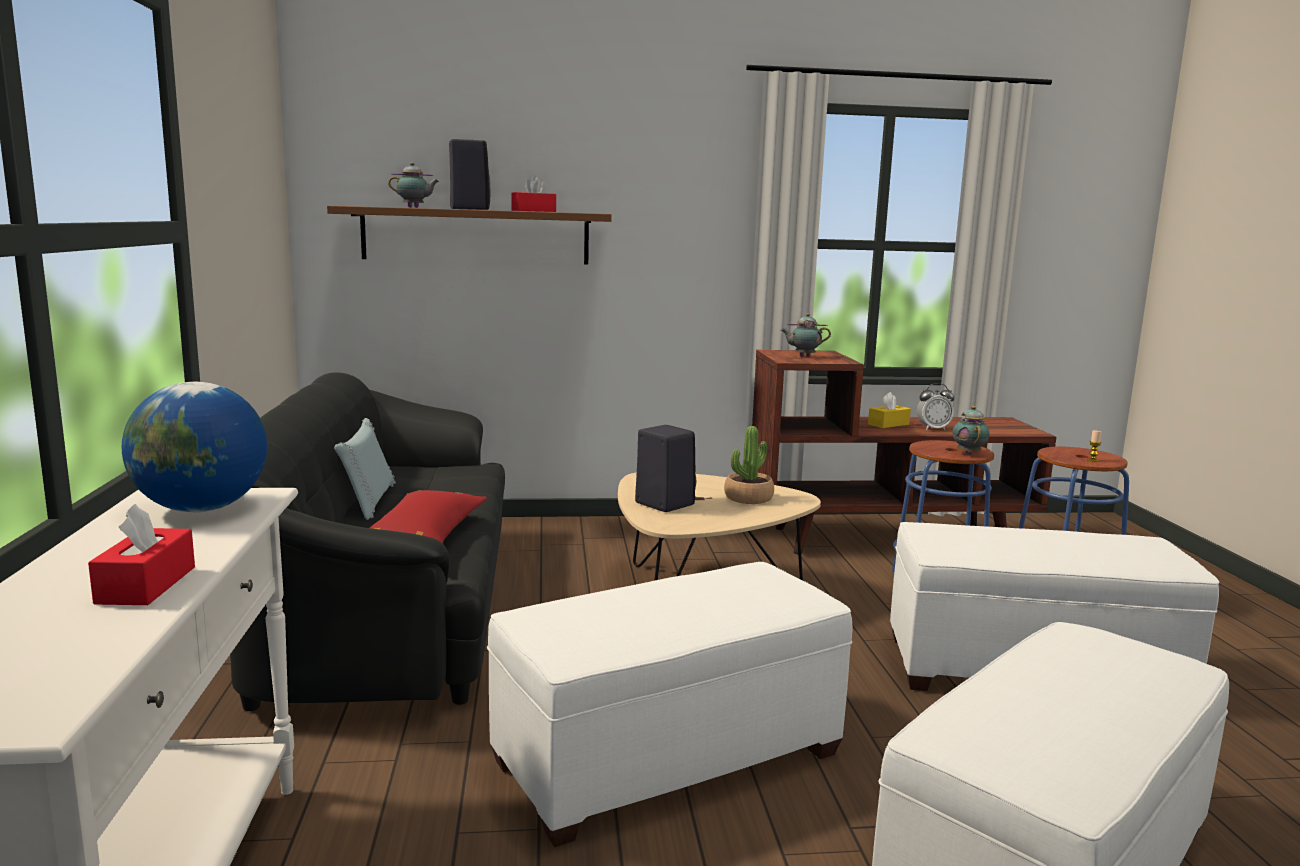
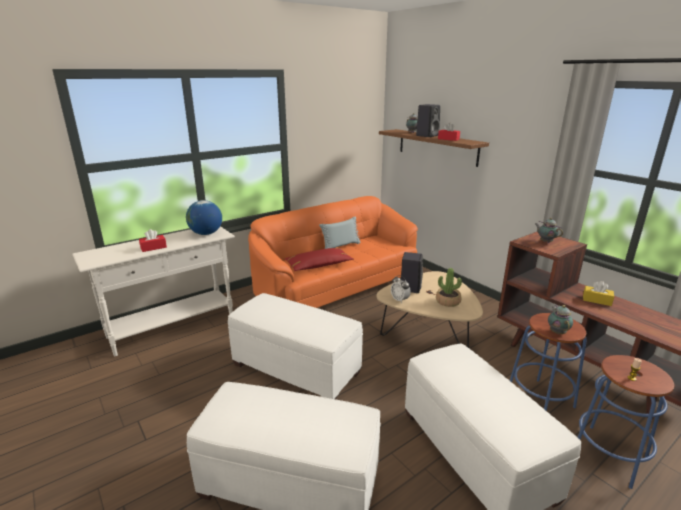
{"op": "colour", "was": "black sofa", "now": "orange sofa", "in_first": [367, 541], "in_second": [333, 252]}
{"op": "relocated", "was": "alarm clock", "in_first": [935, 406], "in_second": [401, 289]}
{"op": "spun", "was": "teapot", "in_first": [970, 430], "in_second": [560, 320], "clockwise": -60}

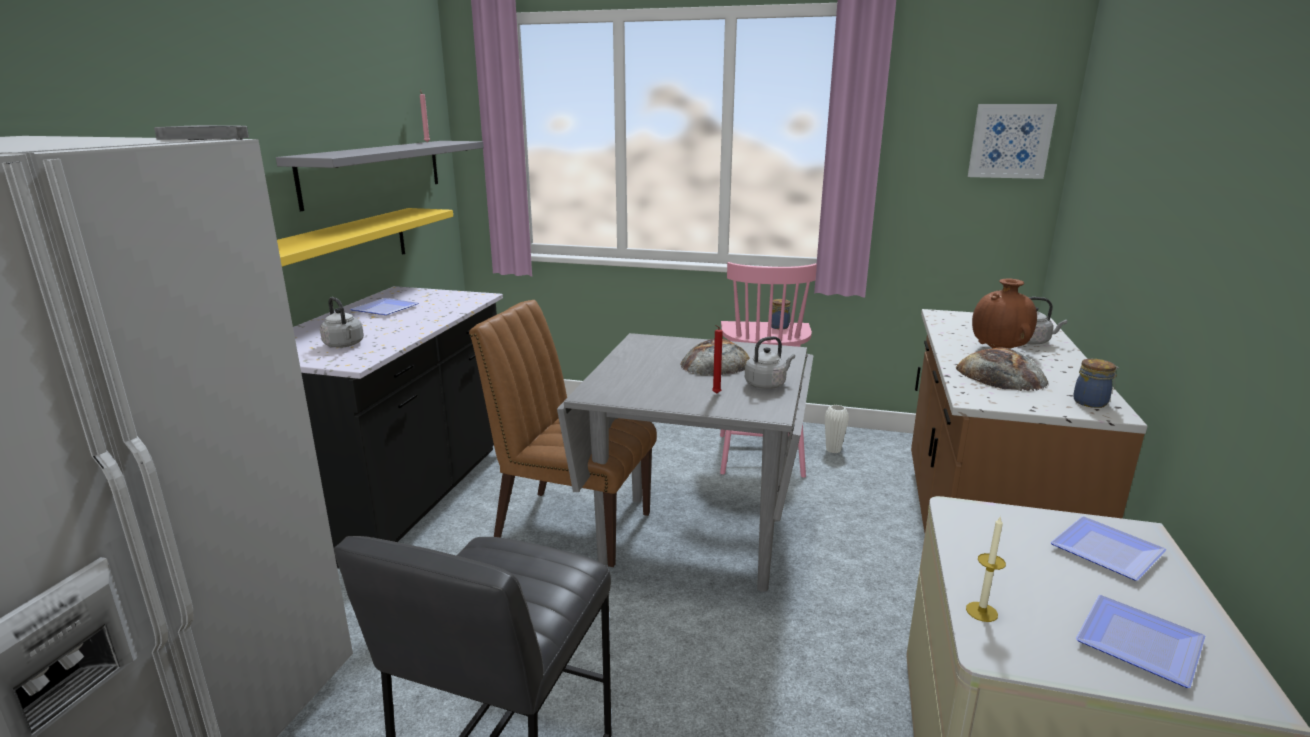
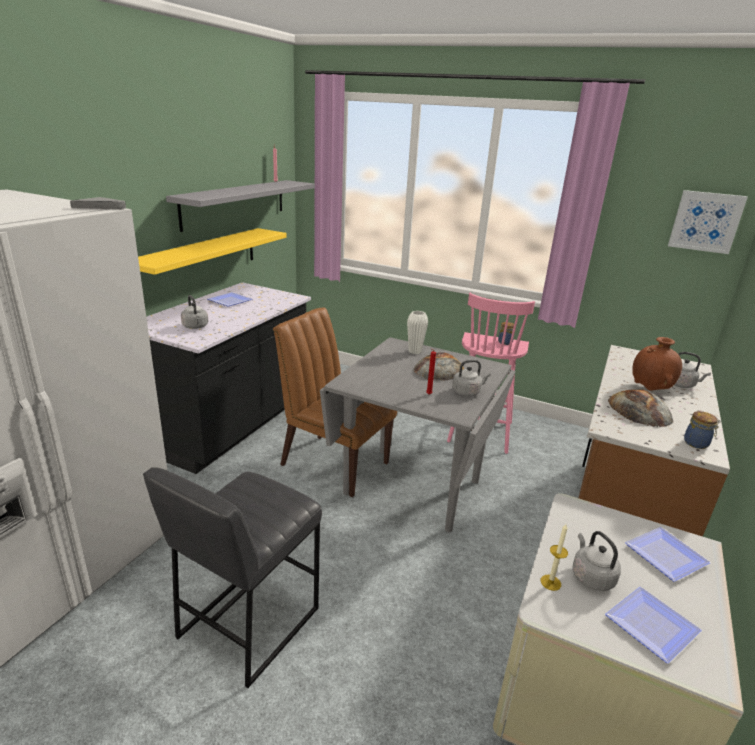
{"op": "relocated", "was": "white vase", "in_first": [837, 429], "in_second": [417, 332]}
{"op": "appeared", "now": "grey kettle", "in_second": [596, 561]}

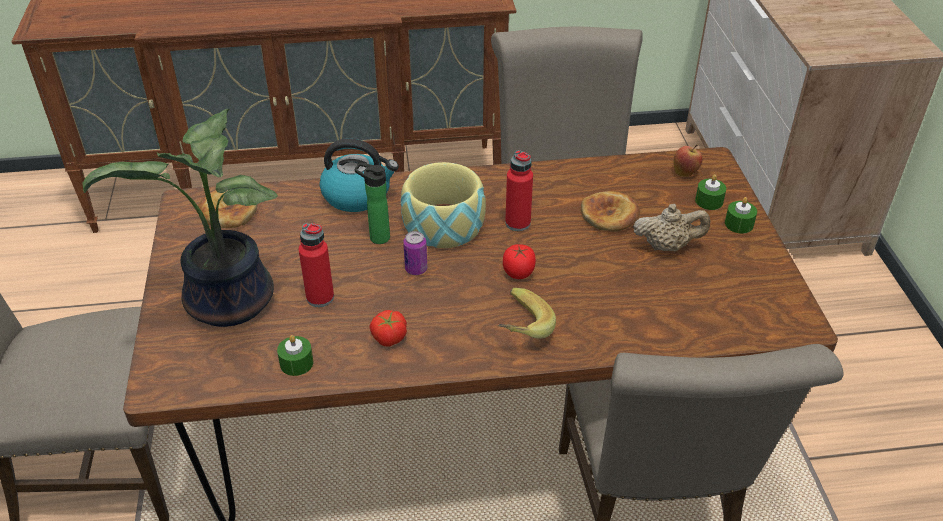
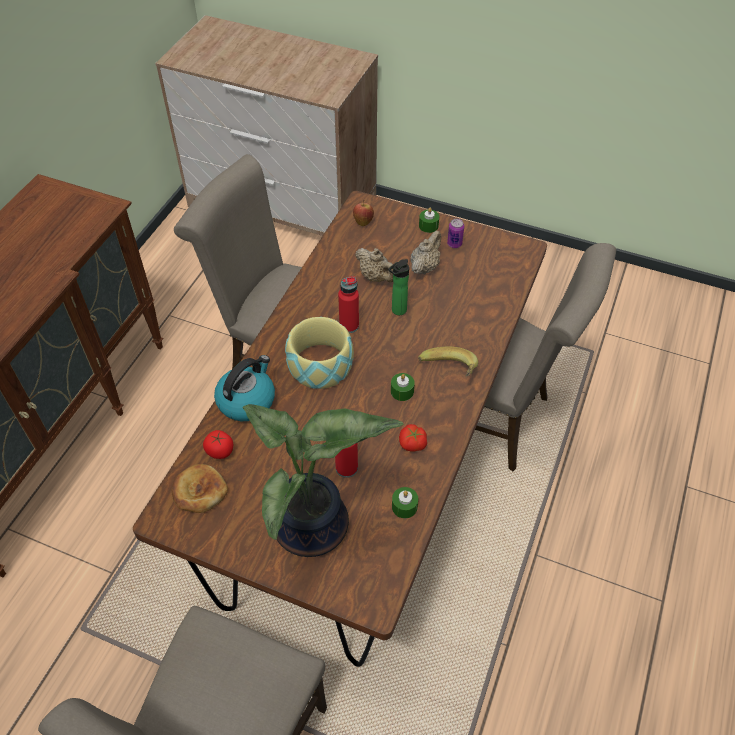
{"op": "relocated", "was": "bottle", "in_first": [372, 203], "in_second": [398, 287]}
{"op": "relocated", "was": "can", "in_first": [415, 253], "in_second": [455, 233]}
{"op": "relocated", "was": "tomato", "in_first": [519, 261], "in_second": [218, 444]}
{"op": "exchanged", "was": "bread", "now": "beige teapot", "in_first": [610, 211], "in_second": [374, 265]}
{"op": "relocated", "was": "green candle", "in_first": [710, 192], "in_second": [403, 387]}

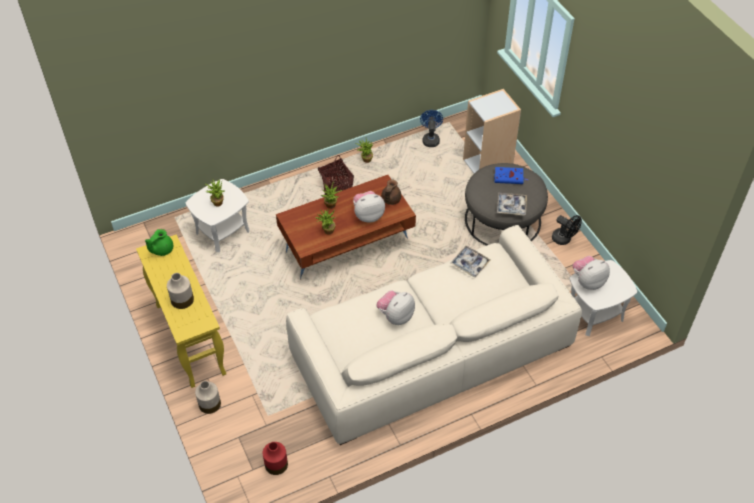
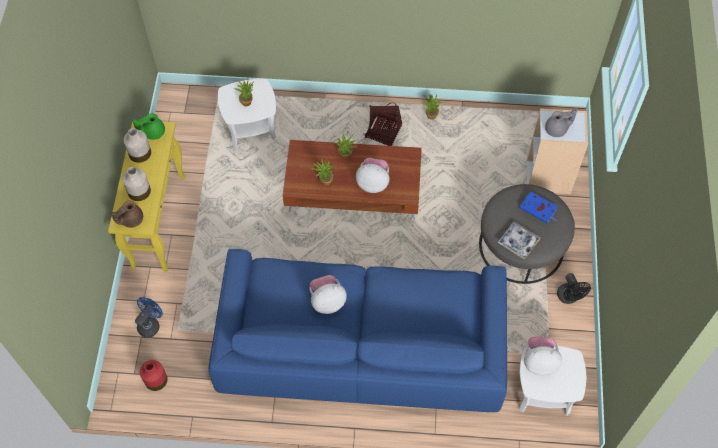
{"op": "relocated", "was": "beige vase", "in_first": [208, 397], "in_second": [137, 145]}
{"op": "colour", "was": "white sofa", "now": "blue sofa", "in_first": [434, 335], "in_second": [357, 330]}
{"op": "relocated", "was": "brown teapot", "in_first": [391, 192], "in_second": [127, 214]}
{"op": "relocated", "was": "blue fan", "in_first": [431, 128], "in_second": [149, 317]}
{"op": "missing", "was": "tray", "in_first": [470, 261]}
{"op": "appeared", "now": "grey teapot", "in_second": [561, 122]}

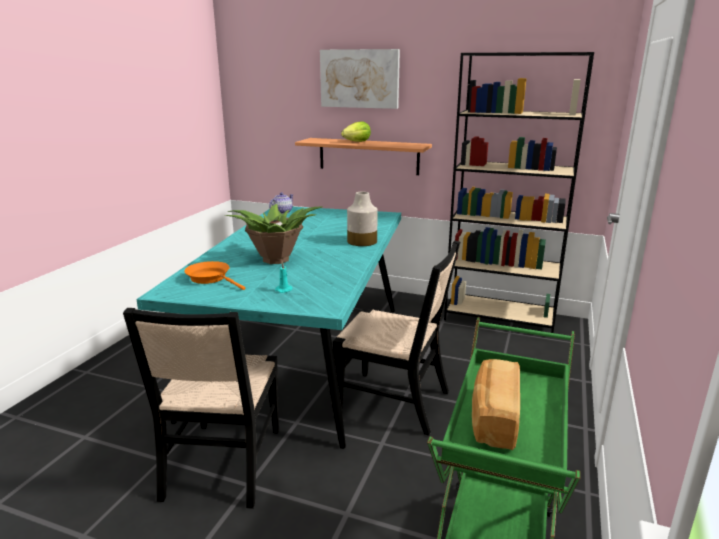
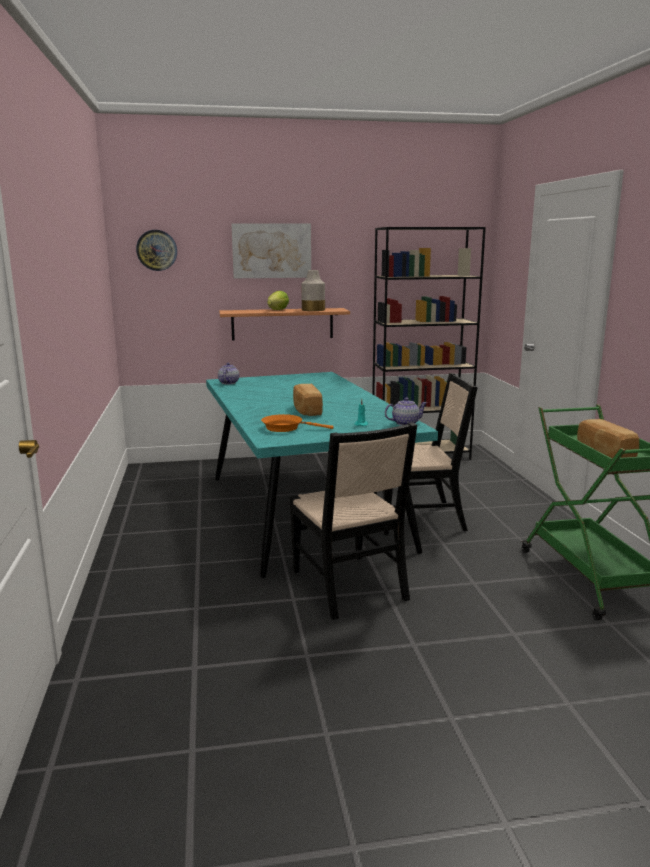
{"op": "exchanged", "was": "potted plant", "now": "bread", "in_first": [274, 234], "in_second": [308, 399]}
{"op": "relocated", "was": "beige vase", "in_first": [362, 219], "in_second": [313, 290]}
{"op": "appeared", "now": "wall clock", "in_second": [156, 250]}
{"op": "appeared", "now": "teapot", "in_second": [406, 411]}

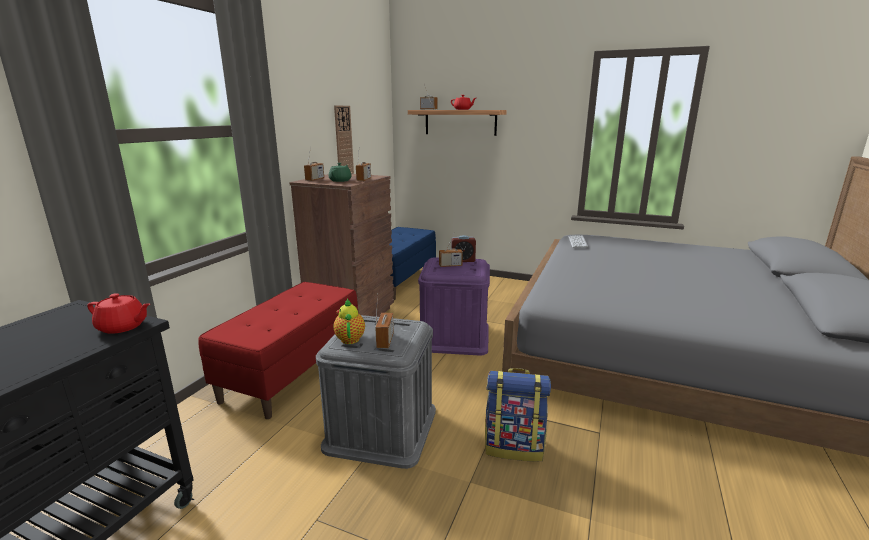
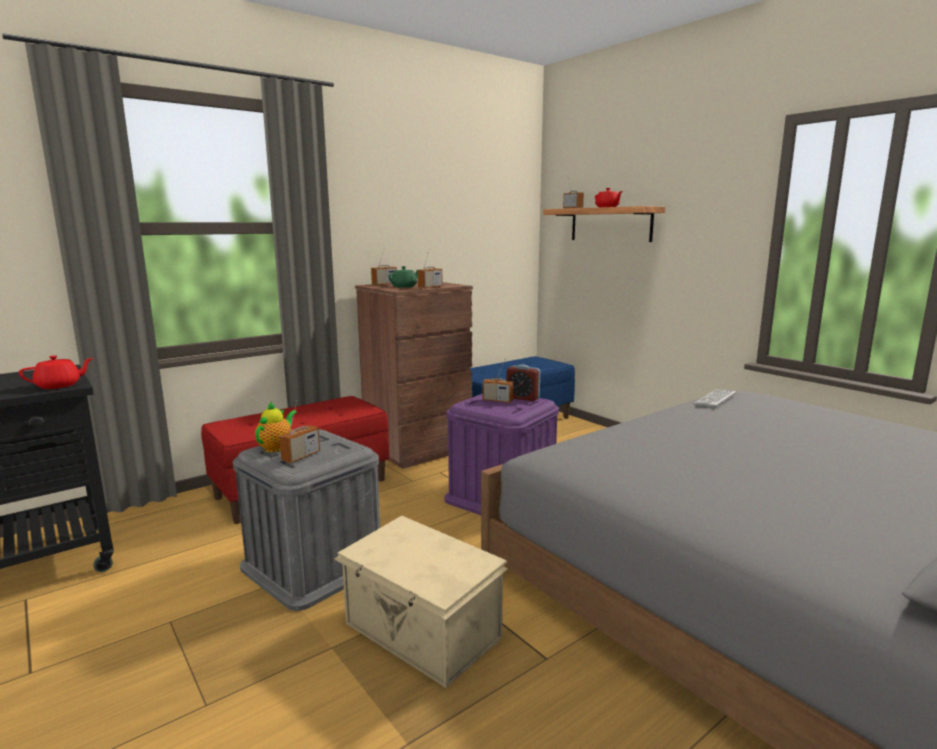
{"op": "spun", "was": "red teapot", "in_first": [118, 313], "in_second": [56, 372], "clockwise": -75}
{"op": "missing", "was": "wall clock", "in_first": [344, 140]}
{"op": "exchanged", "was": "backpack", "now": "beige storage box", "in_first": [518, 414], "in_second": [421, 602]}

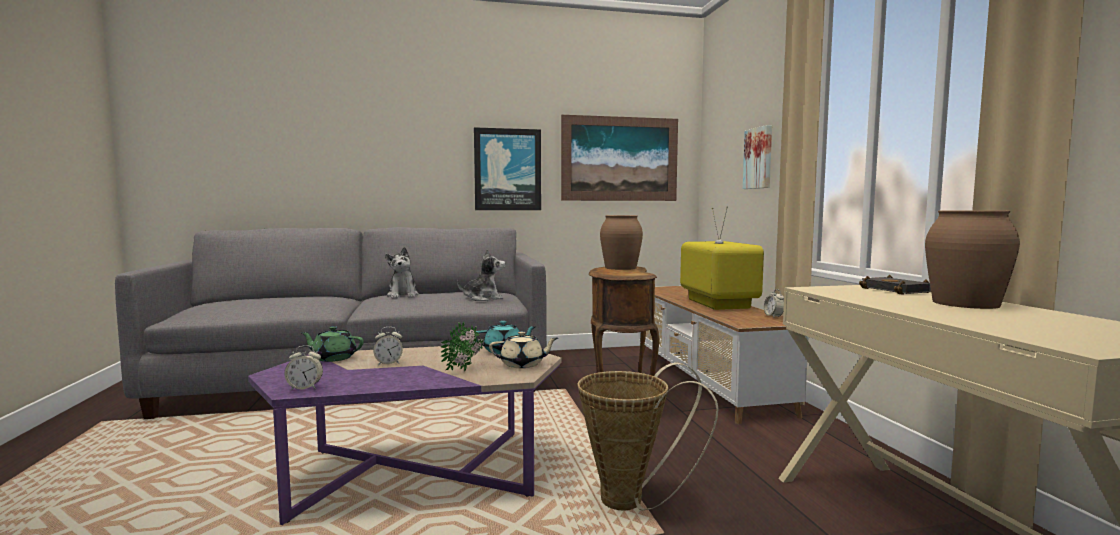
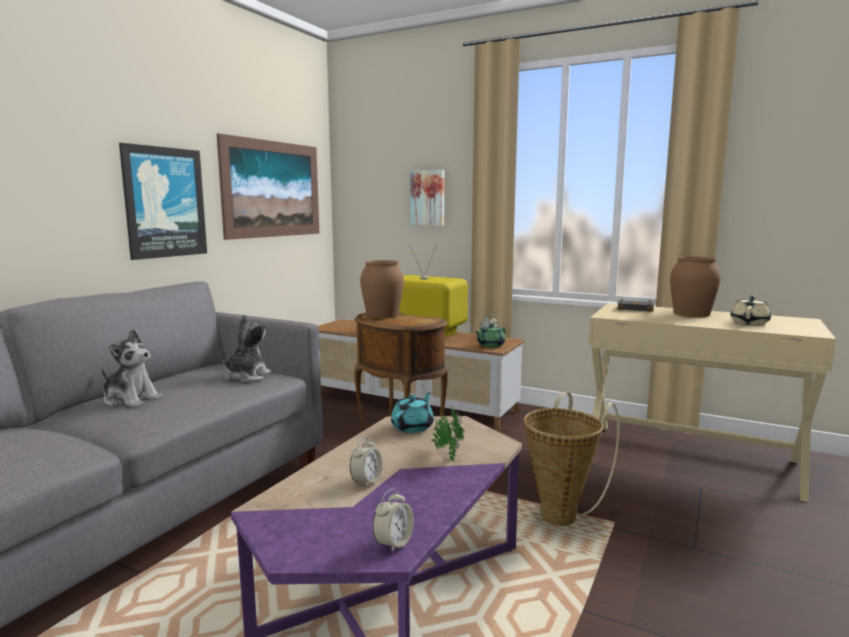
{"op": "relocated", "was": "green teapot", "in_first": [332, 344], "in_second": [490, 335]}
{"op": "relocated", "was": "beige teapot", "in_first": [523, 349], "in_second": [751, 310]}

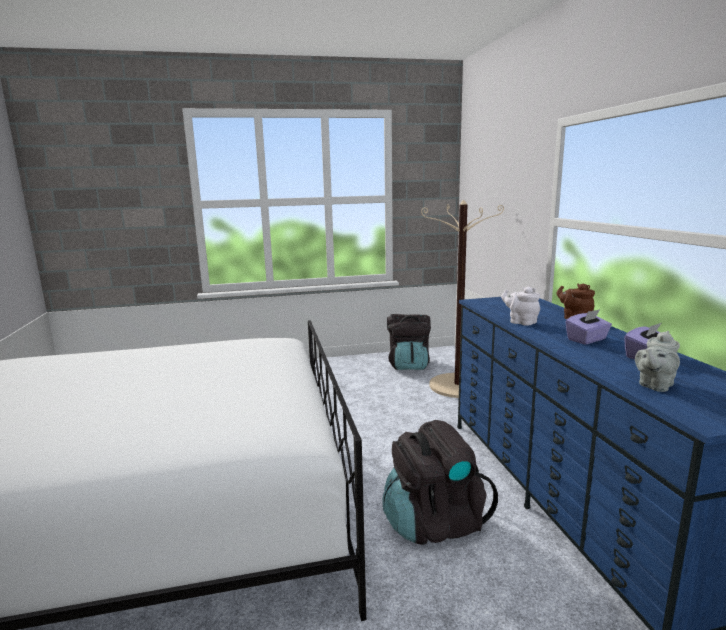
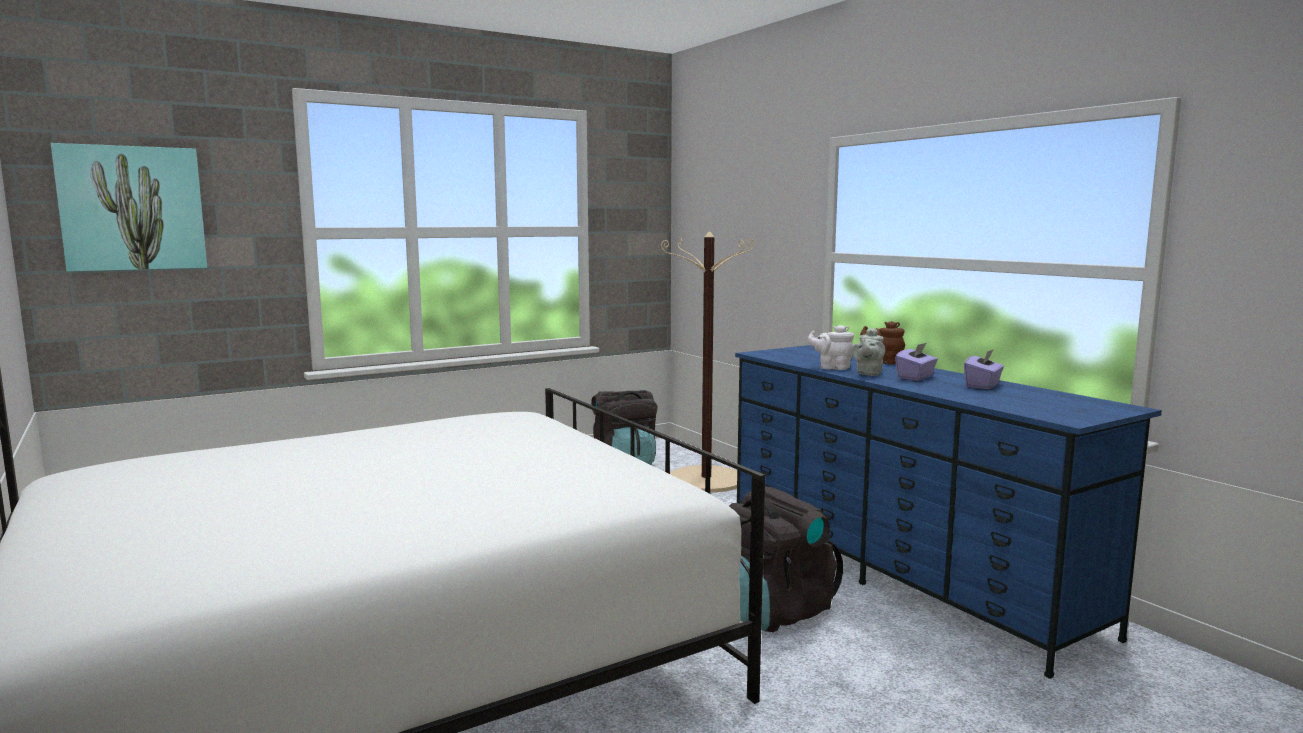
{"op": "relocated", "was": "grey teapot", "in_first": [657, 361], "in_second": [868, 352]}
{"op": "appeared", "now": "picture", "in_second": [129, 207]}

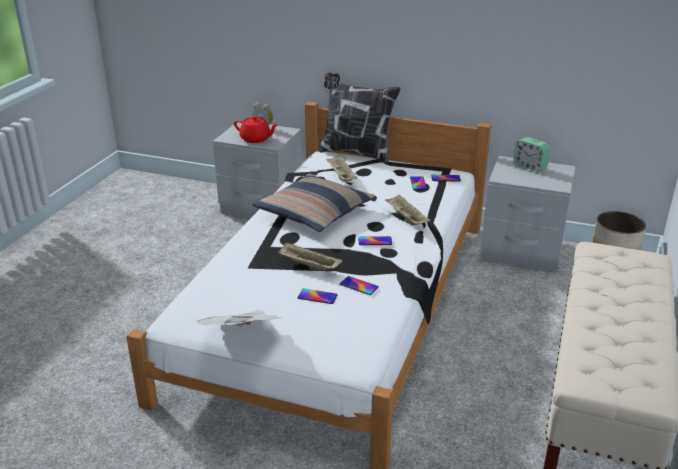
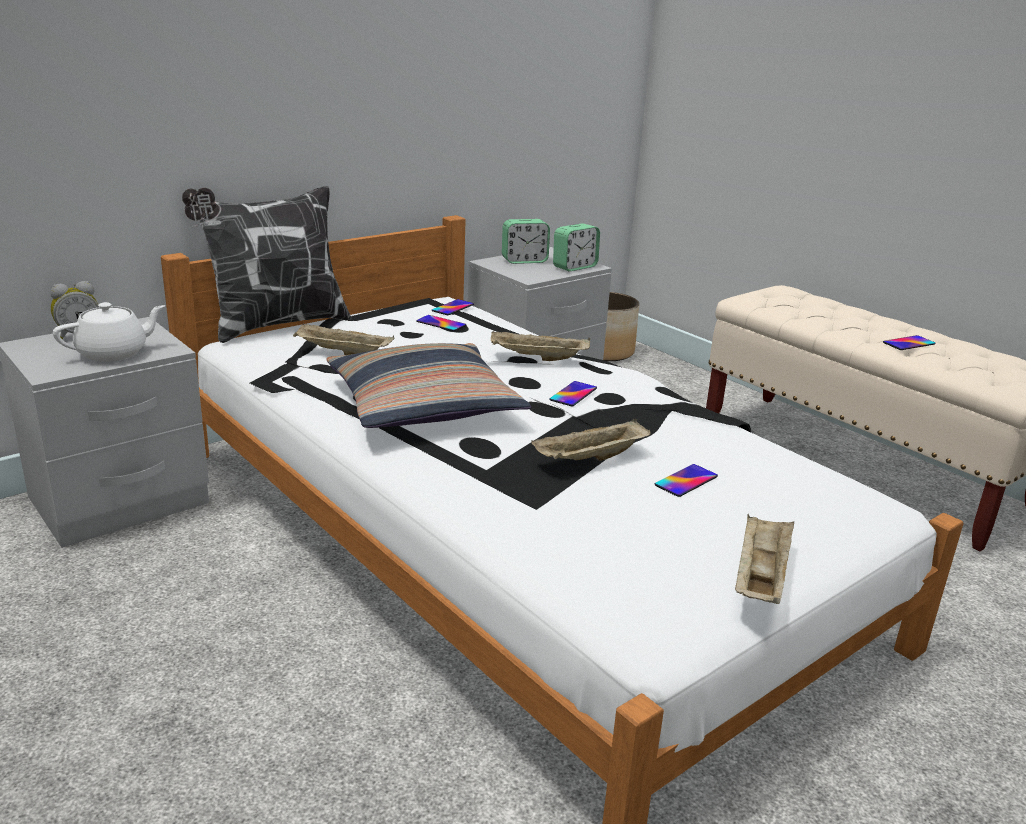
{"op": "exchanged", "was": "newspaper", "now": "beige tray", "in_first": [239, 318], "in_second": [764, 559]}
{"op": "colour", "was": "red teapot", "now": "white teapot", "in_first": [256, 129], "in_second": [109, 332]}
{"op": "relocated", "was": "phone", "in_first": [359, 285], "in_second": [909, 342]}
{"op": "appeared", "now": "alarm clock", "in_second": [576, 247]}

